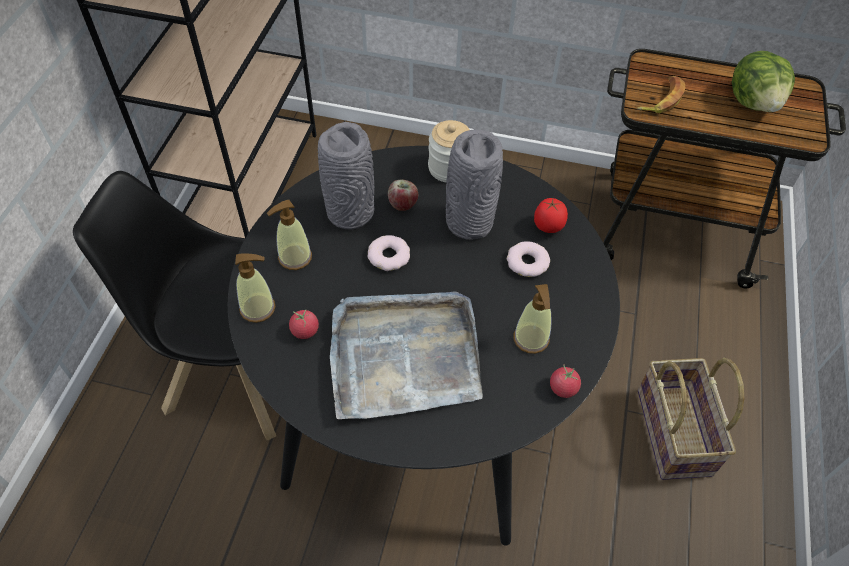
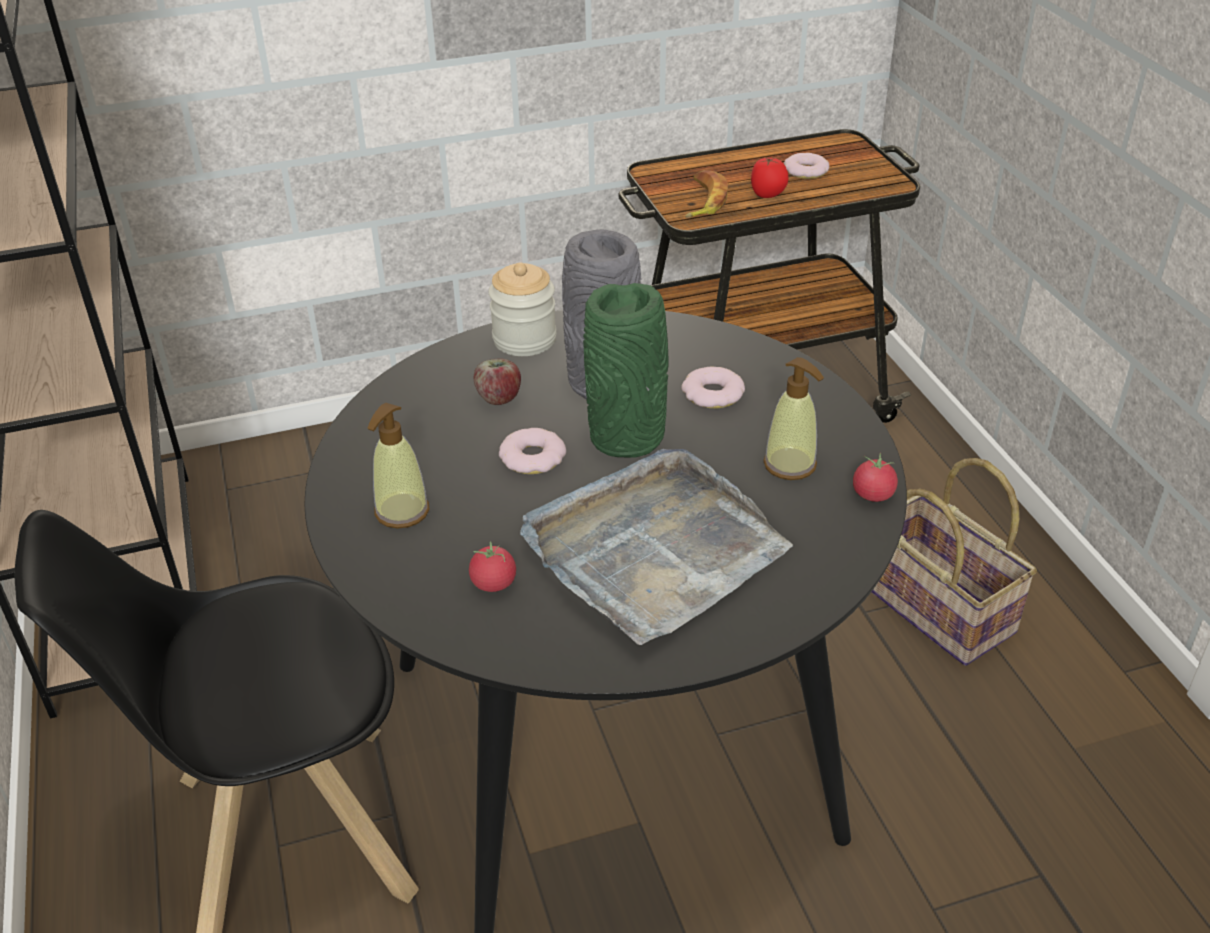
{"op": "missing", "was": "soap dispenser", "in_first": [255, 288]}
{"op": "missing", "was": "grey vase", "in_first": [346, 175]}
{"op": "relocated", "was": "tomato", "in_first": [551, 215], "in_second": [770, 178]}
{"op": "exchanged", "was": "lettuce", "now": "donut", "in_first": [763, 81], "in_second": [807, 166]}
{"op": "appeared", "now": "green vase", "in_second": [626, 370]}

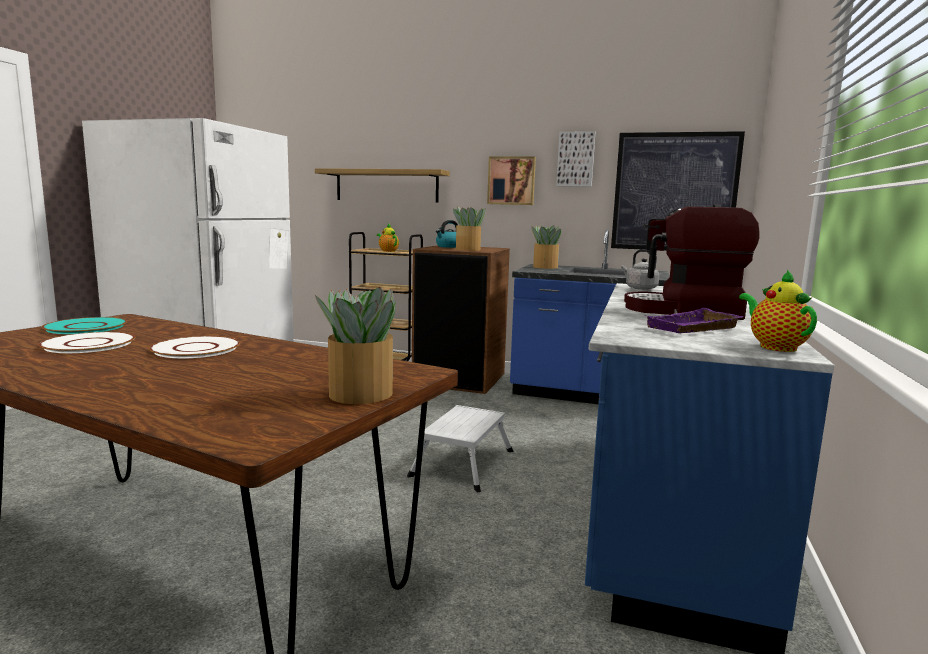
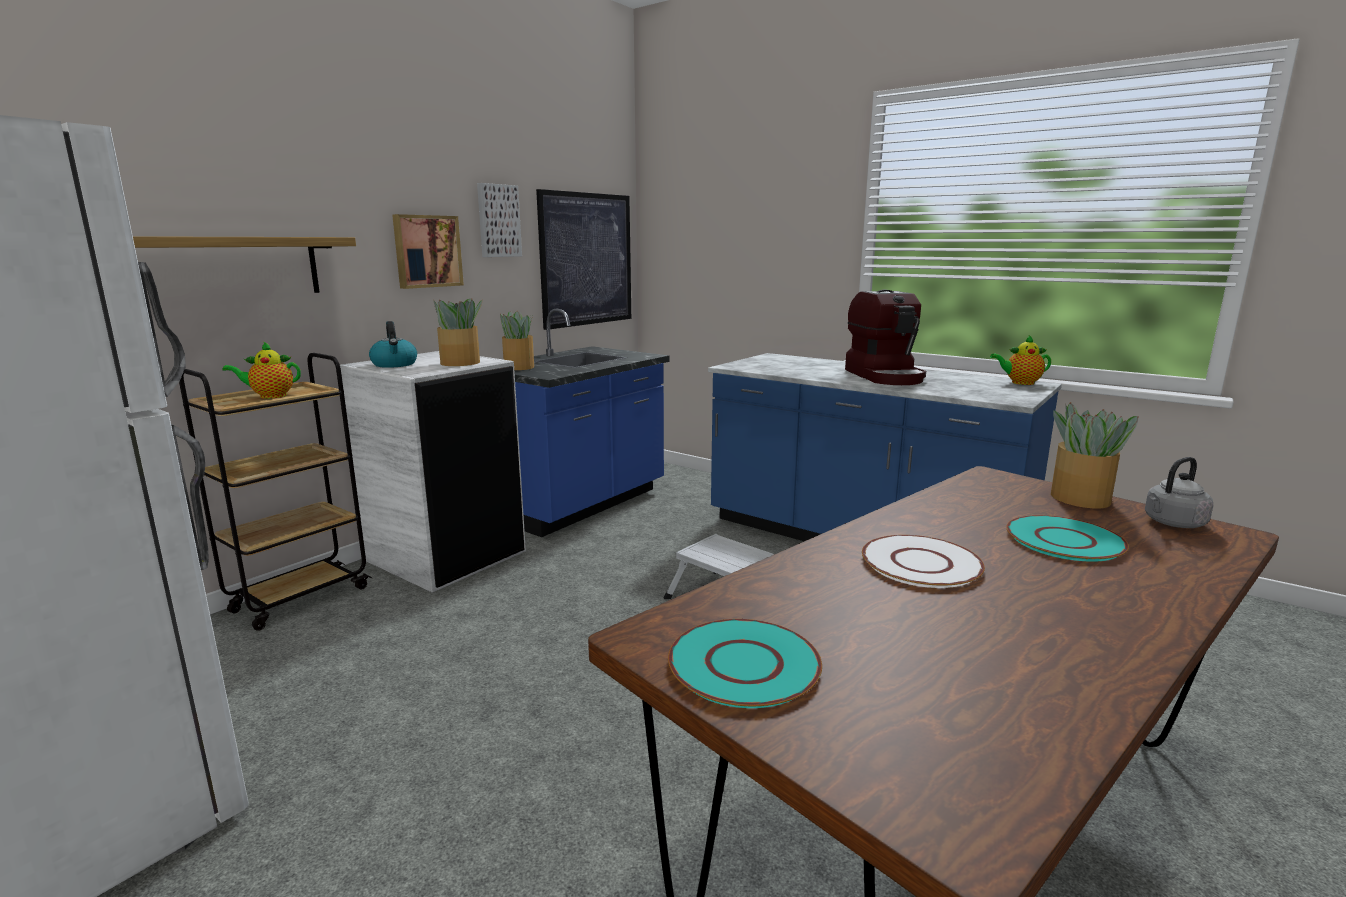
{"op": "missing", "was": "white plate", "in_first": [86, 342]}
{"op": "colour", "was": "brown cabinet", "now": "white cabinet", "in_first": [461, 319], "in_second": [433, 472]}
{"op": "relocated", "was": "grey kettle", "in_first": [640, 269], "in_second": [1179, 492]}
{"op": "spun", "was": "coffee machine", "in_first": [691, 262], "in_second": [885, 337], "clockwise": -45}
{"op": "missing", "was": "purple tray", "in_first": [695, 320]}
{"op": "appeared", "now": "turquoise plate", "in_second": [1067, 538]}

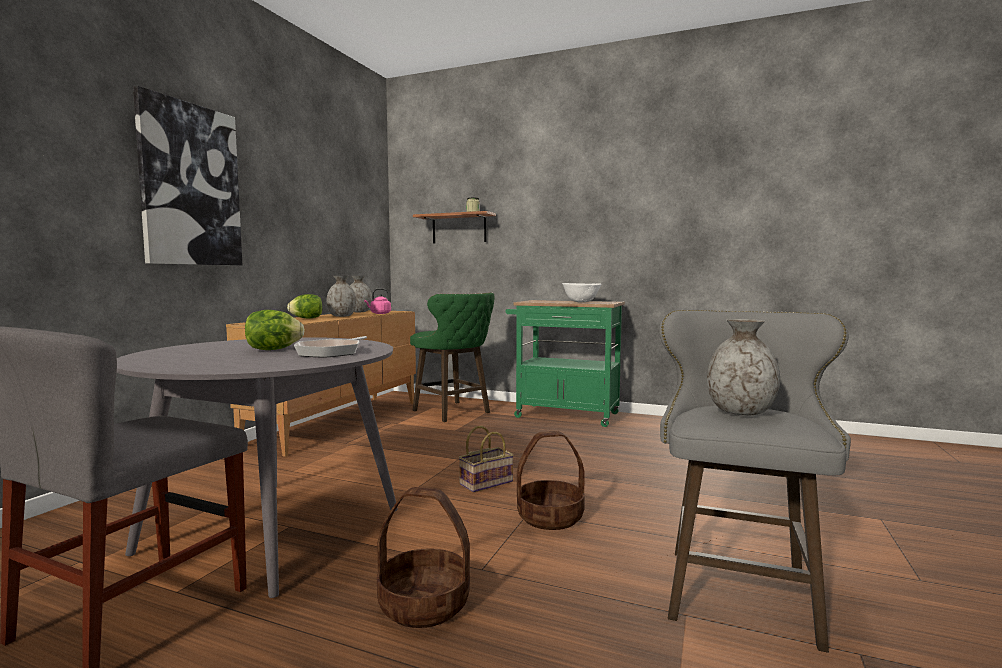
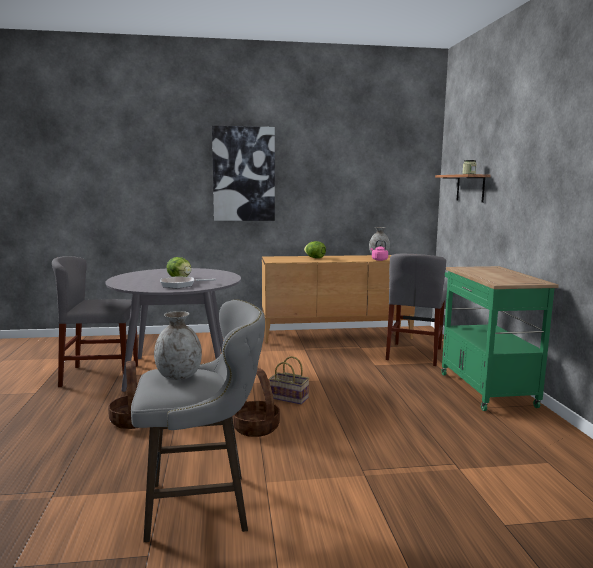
{"op": "missing", "was": "grey vase", "in_first": [341, 296]}
{"op": "exchanged", "was": "green stool", "now": "grey chair", "in_first": [452, 357], "in_second": [416, 310]}
{"op": "missing", "was": "white bowl", "in_first": [582, 292]}

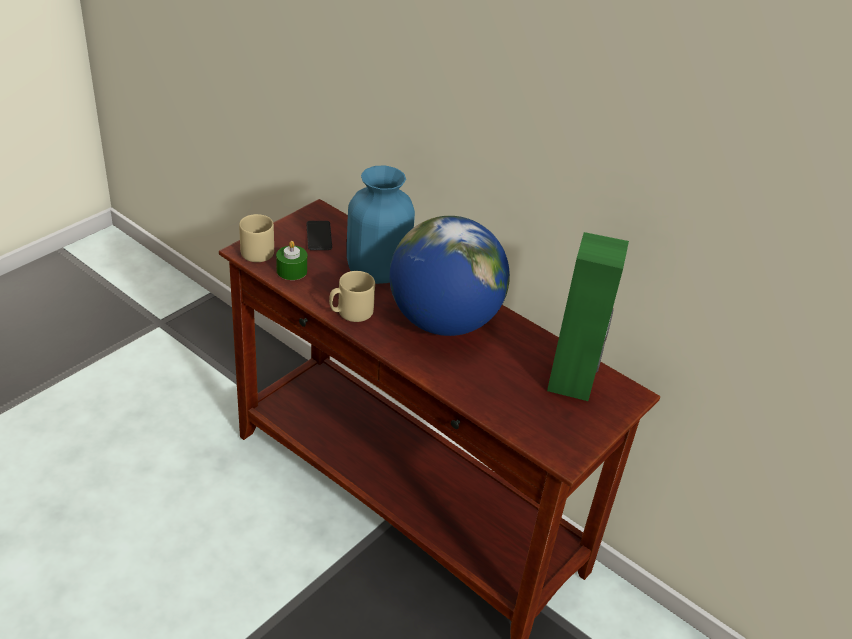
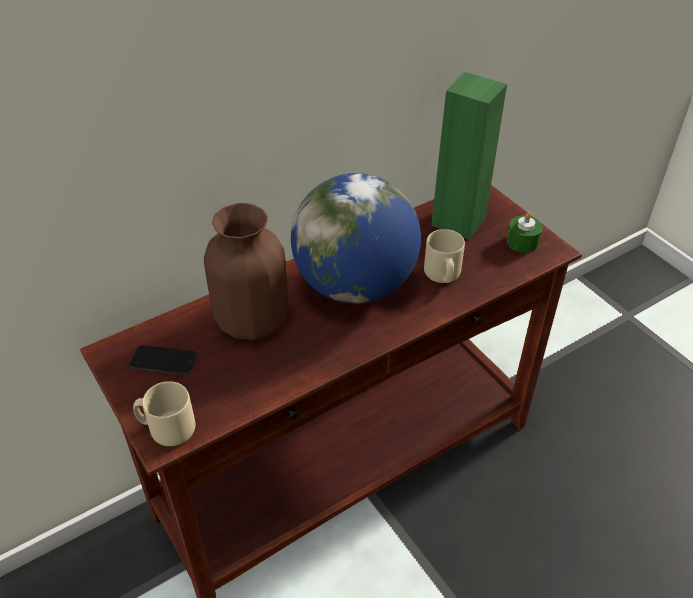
{"op": "relocated", "was": "green candle", "in_first": [291, 260], "in_second": [525, 232]}
{"op": "relocated", "was": "beige mug", "in_first": [352, 296], "in_second": [444, 256]}
{"op": "colour", "was": "blue vase", "now": "brown vase", "in_first": [381, 225], "in_second": [246, 271]}

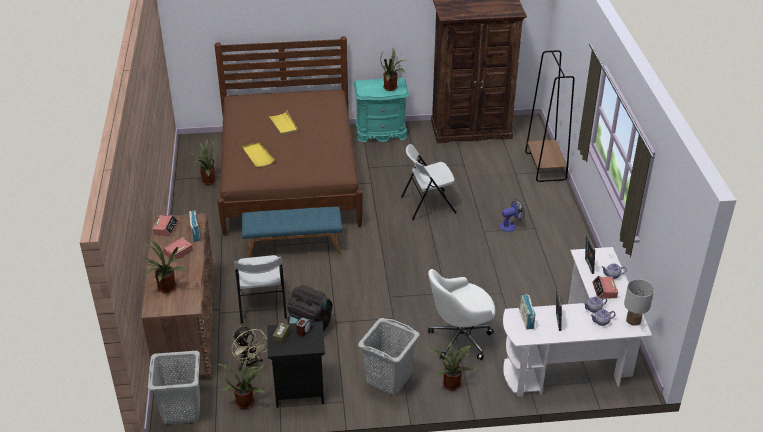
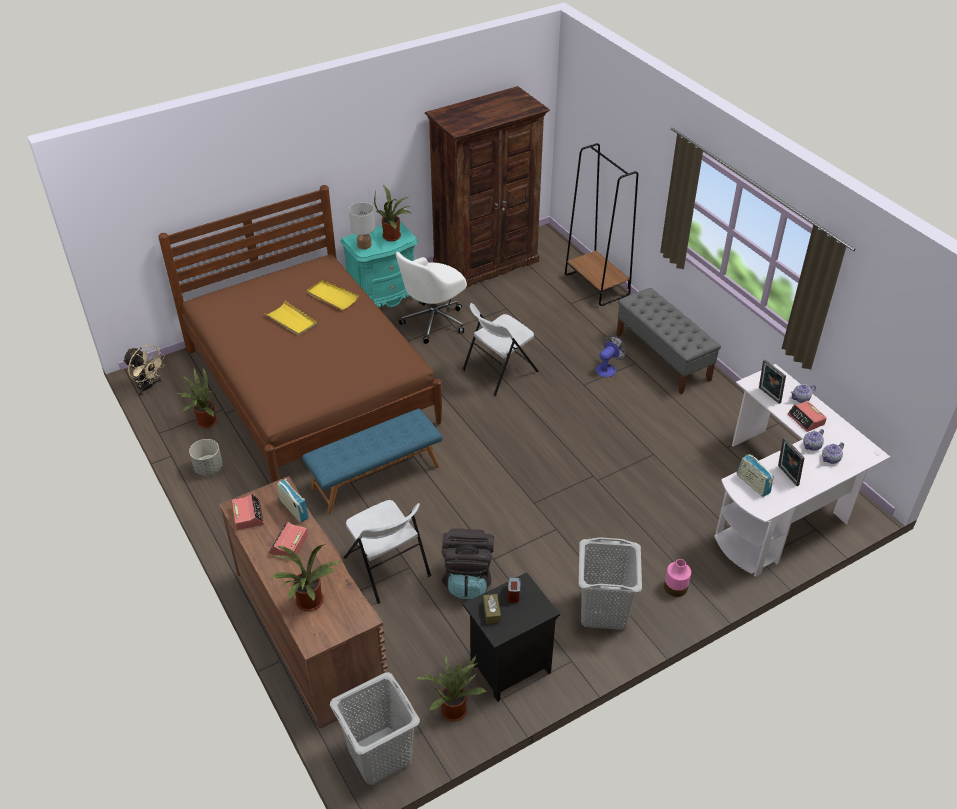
{"op": "relocated", "was": "beige fan", "in_first": [249, 348], "in_second": [144, 370]}
{"op": "relocated", "was": "yellow tray", "in_first": [258, 154], "in_second": [332, 295]}
{"op": "relocated", "was": "white office chair", "in_first": [462, 314], "in_second": [431, 298]}
{"op": "exchanged", "was": "potted plant", "now": "pink vase", "in_first": [452, 366], "in_second": [677, 578]}
{"op": "relocated", "was": "grey table lamp", "in_first": [639, 302], "in_second": [362, 225]}
{"op": "appeared", "now": "grey planter", "in_second": [206, 457]}
{"op": "appeared", "now": "grey bench", "in_second": [668, 341]}

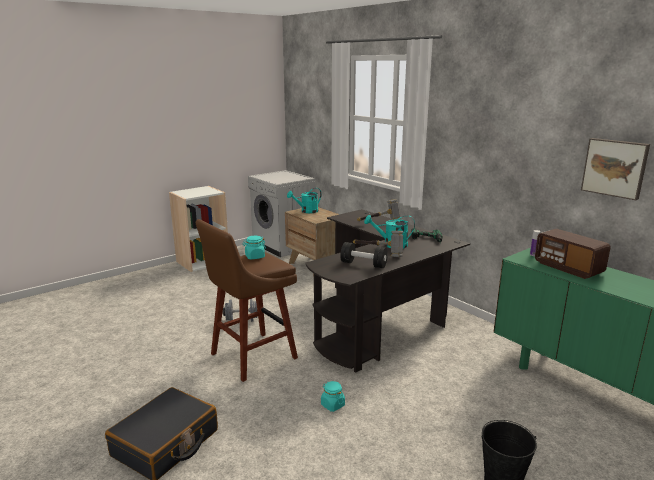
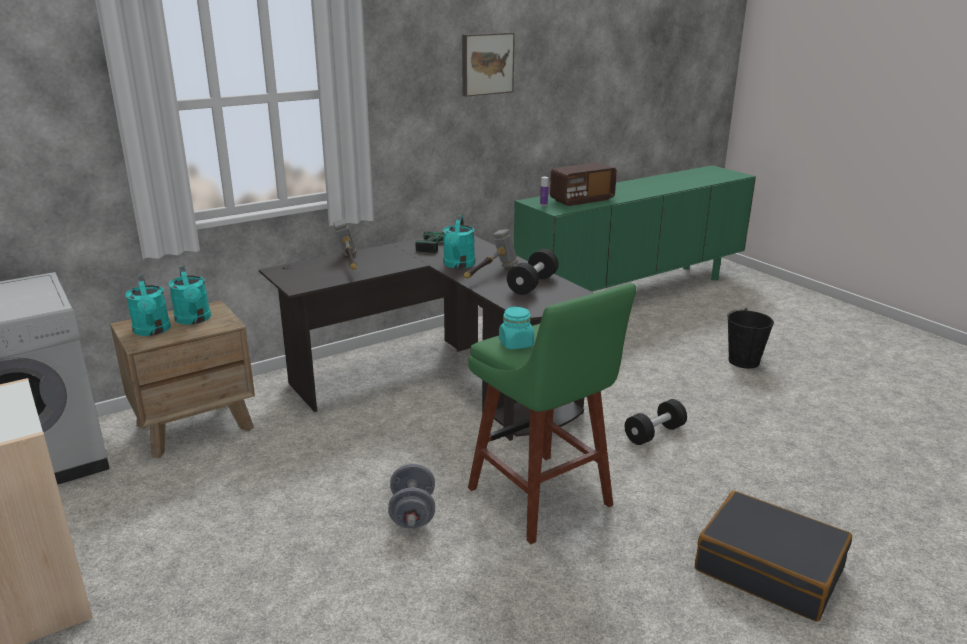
{"op": "colour", "was": "brown stool", "now": "green stool", "in_first": [247, 300], "in_second": [552, 413]}
{"op": "exchanged", "was": "turquoise jar", "now": "black dumbbell", "in_first": [333, 396], "in_second": [656, 422]}
{"op": "relocated", "was": "picture", "in_first": [615, 169], "in_second": [488, 64]}
{"op": "appeared", "now": "turquoise watering can", "in_second": [190, 295]}

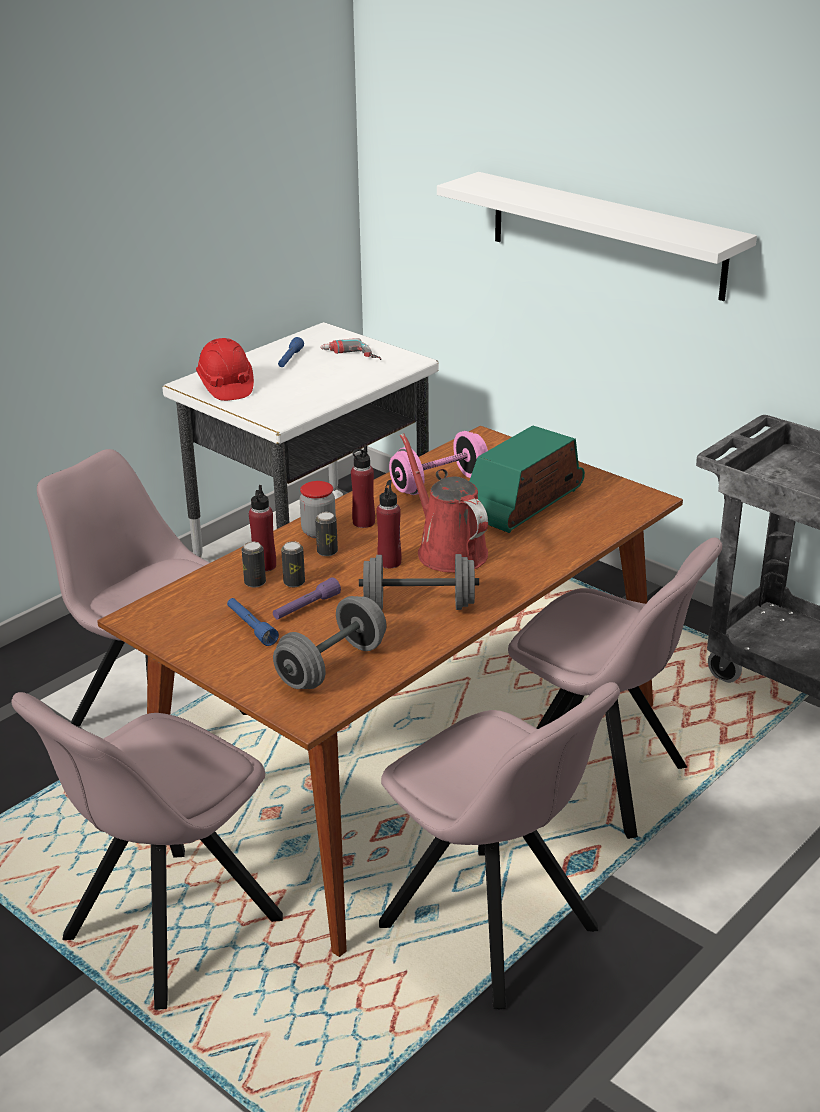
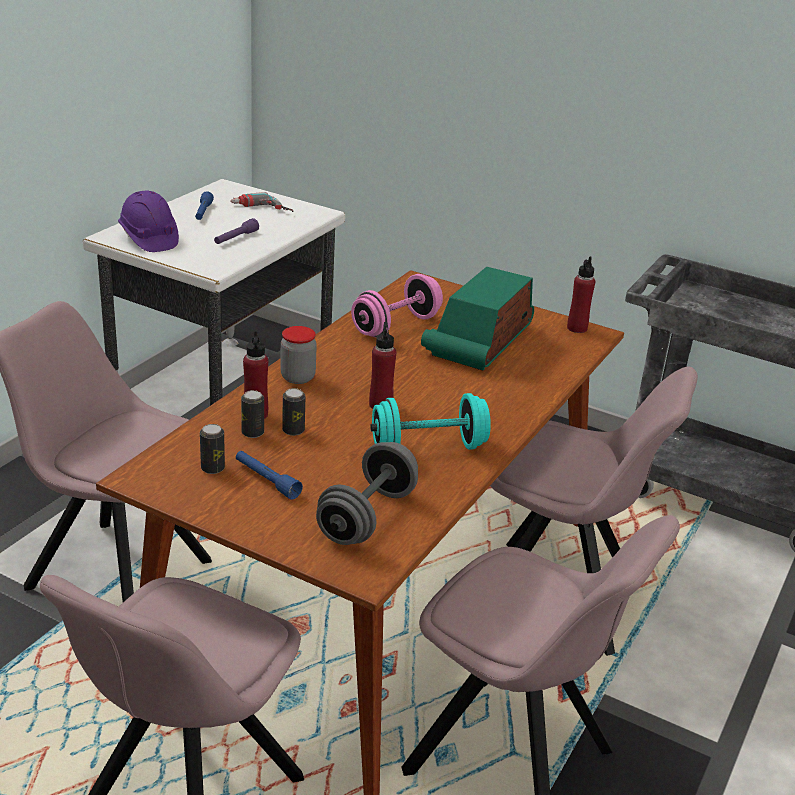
{"op": "colour", "was": "red hard hat", "now": "purple hard hat", "in_first": [225, 369], "in_second": [148, 221]}
{"op": "relocated", "was": "purple flashlight", "in_first": [307, 598], "in_second": [236, 231]}
{"op": "relocated", "was": "can", "in_first": [326, 534], "in_second": [212, 449]}
{"op": "relocated", "was": "red bottle", "in_first": [363, 486], "in_second": [581, 295]}
{"op": "colour", "was": "grey dumbbell", "now": "turquoise dumbbell", "in_first": [419, 582], "in_second": [430, 421]}
{"op": "missing", "was": "red watering can", "in_first": [444, 503]}
{"op": "missing", "was": "white shelf", "in_first": [597, 236]}

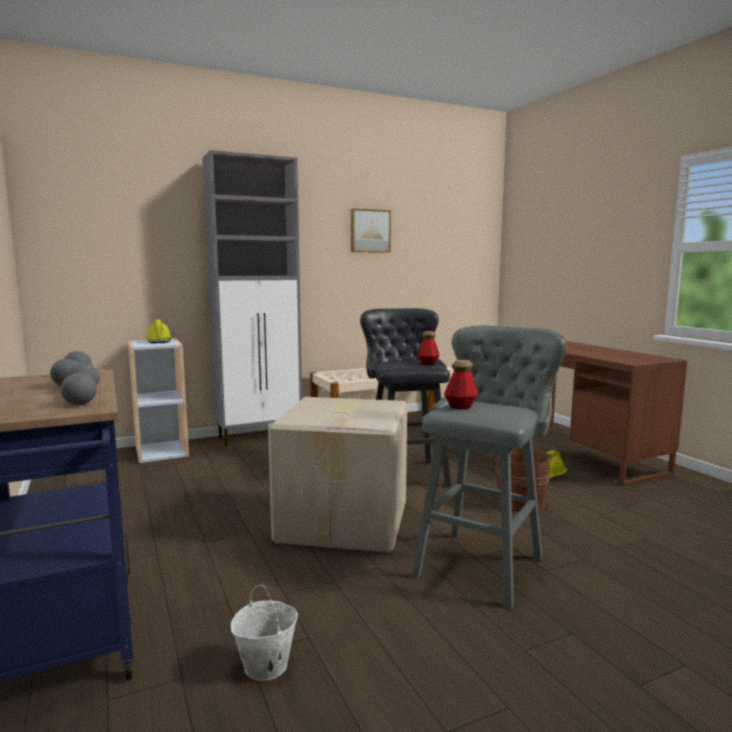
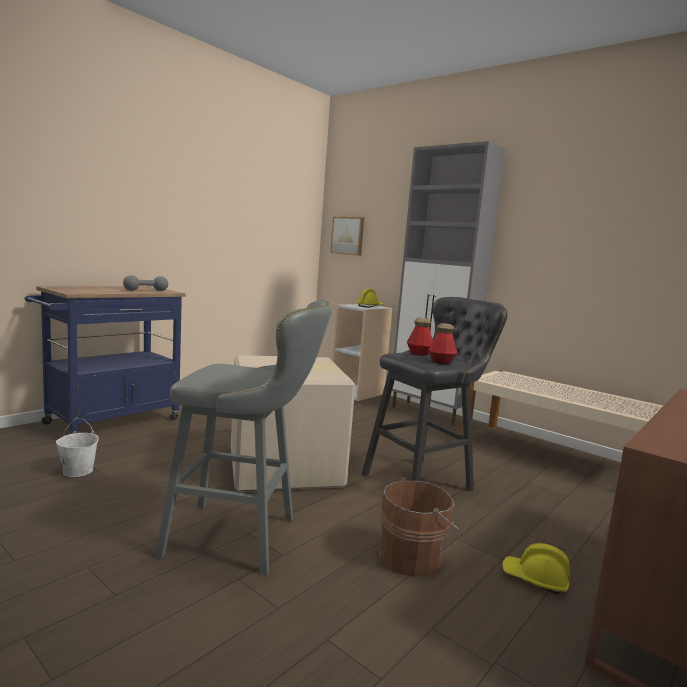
{"op": "missing", "was": "grey dumbbell", "in_first": [80, 384]}
{"op": "relocated", "was": "picture", "in_first": [371, 231], "in_second": [347, 236]}
{"op": "relocated", "was": "bottle", "in_first": [461, 384], "in_second": [420, 337]}

